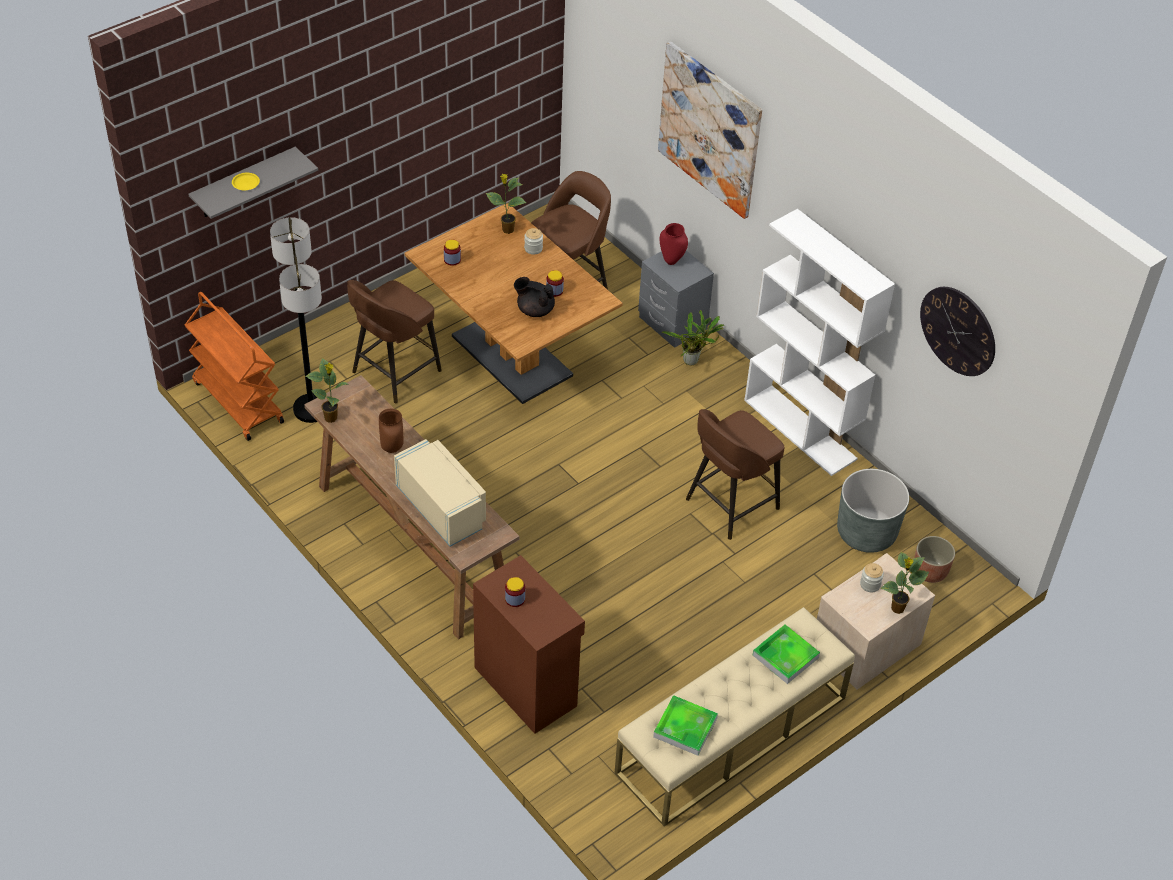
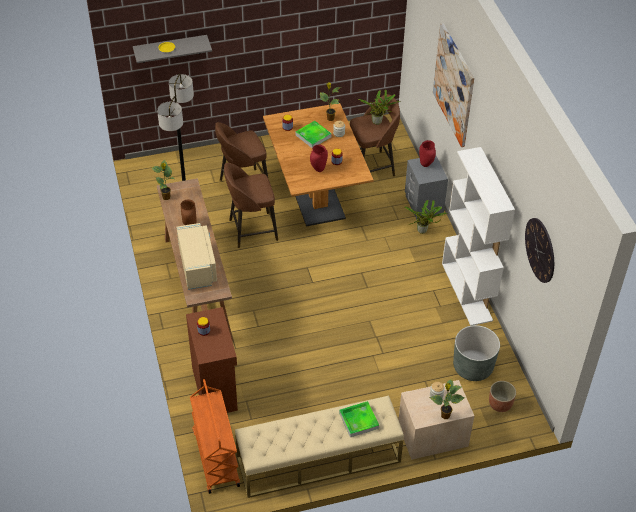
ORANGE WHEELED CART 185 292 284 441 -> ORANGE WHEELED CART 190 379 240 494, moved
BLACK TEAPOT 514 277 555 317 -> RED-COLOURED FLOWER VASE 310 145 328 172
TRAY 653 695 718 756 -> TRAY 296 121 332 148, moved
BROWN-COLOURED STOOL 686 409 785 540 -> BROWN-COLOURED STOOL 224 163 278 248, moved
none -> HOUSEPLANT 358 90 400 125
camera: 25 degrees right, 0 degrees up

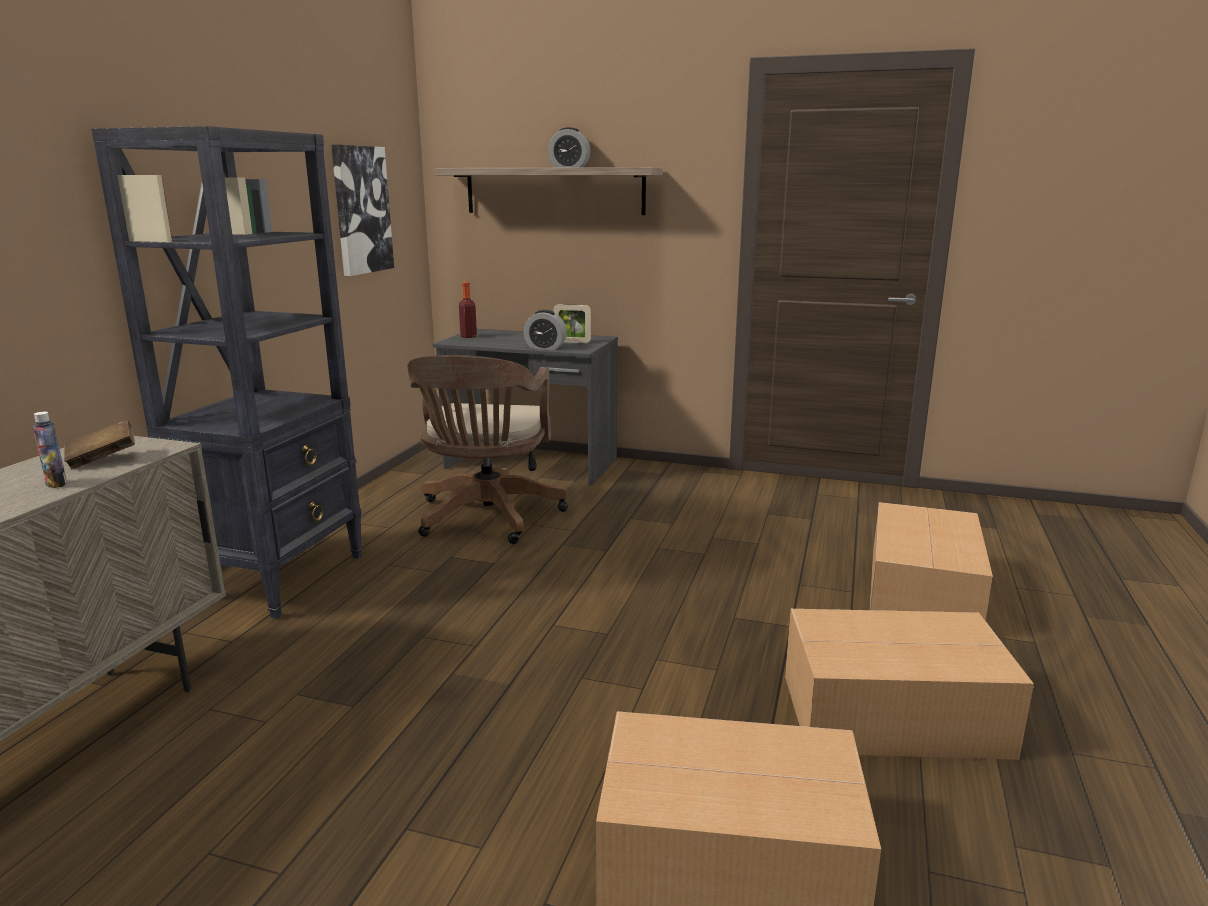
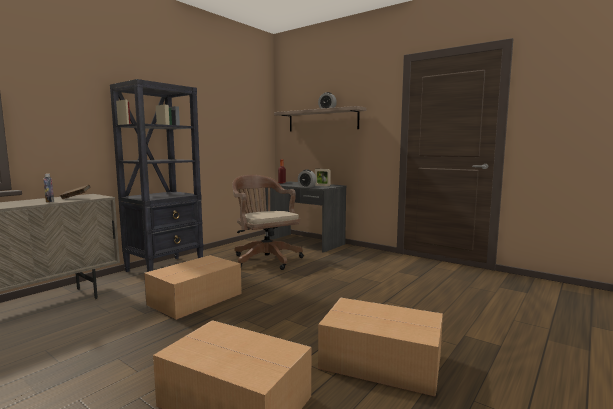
WALL ART 331 144 394 276 -> none
BROWN-COLOURED COMPUTER CHAIR 408 355 568 544 -> BROWN-COLOURED COMPUTER CHAIR 232 175 304 270, 120 degrees clockwise
PACKING BOX 870 502 993 621 -> PACKING BOX 144 255 242 320, moved
camera: 20 degrees right, 10 degrees down

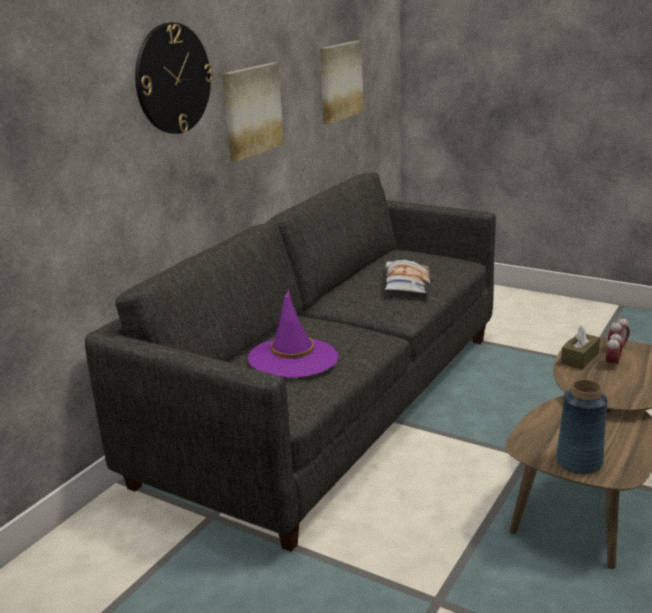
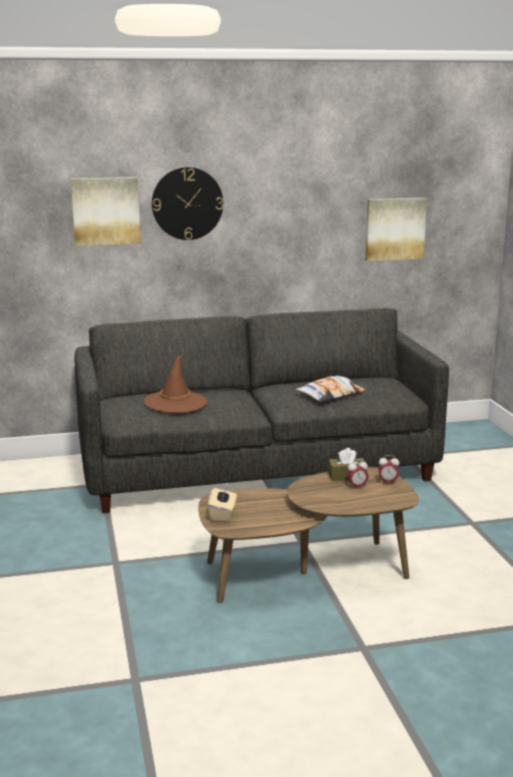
WALL ART 222 63 284 162 -> WALL ART 71 177 141 246, moved
PURPLE-COLOURED HAT 248 290 338 378 -> BROWN-COLOURED HAT 144 355 207 413
BLUE-COLOURED FLOWER VASE 556 380 608 474 -> BEIGE TISSUE BOX 208 485 237 522
camera: 45 degrees right, 5 degrees down

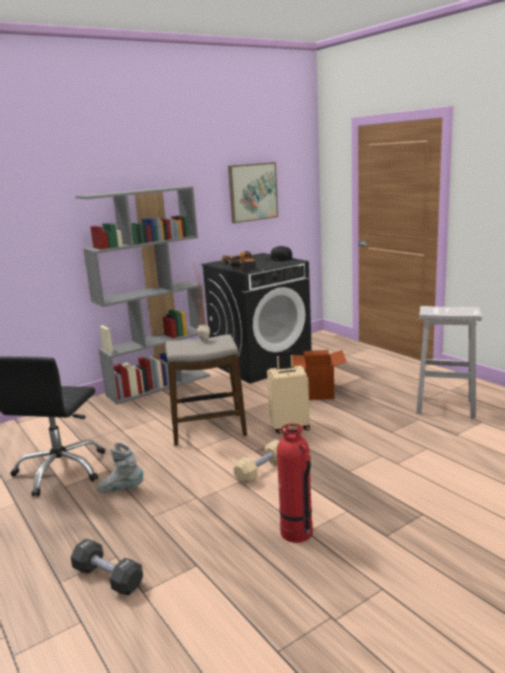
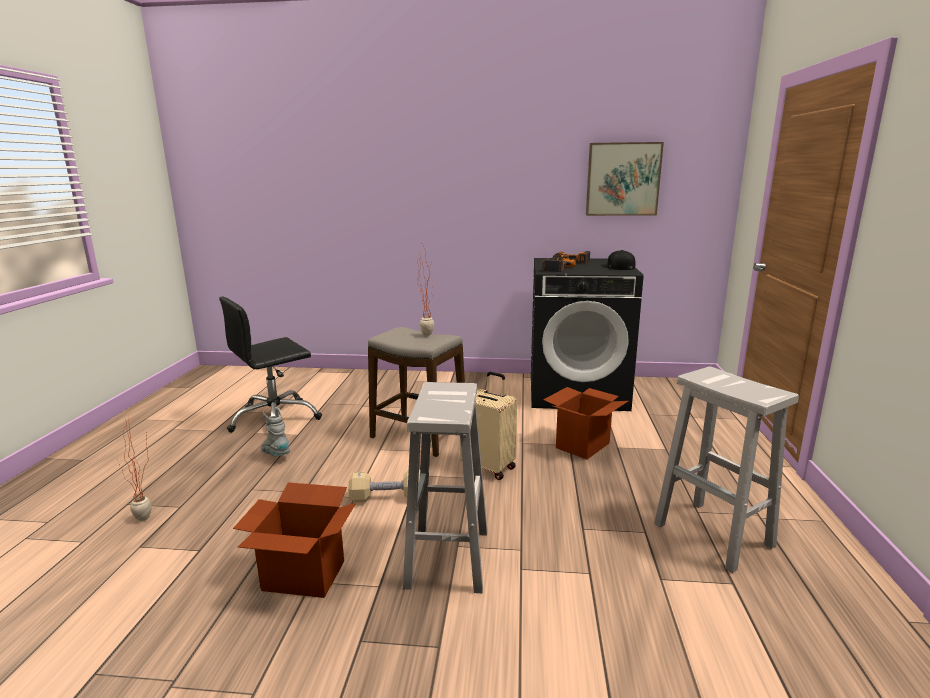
BLACK FREE WEIGHT 71 539 143 596 -> HOUSEPLANT 117 416 151 521
GRAY SHELVING UNIT 75 186 210 404 -> none
FIRE-FIGHTING CYLINDER 277 424 313 543 -> PACKING BOX 233 482 356 598
none -> WHITE STOOL 403 382 487 593
camera: 40 degrees right, 0 degrees up

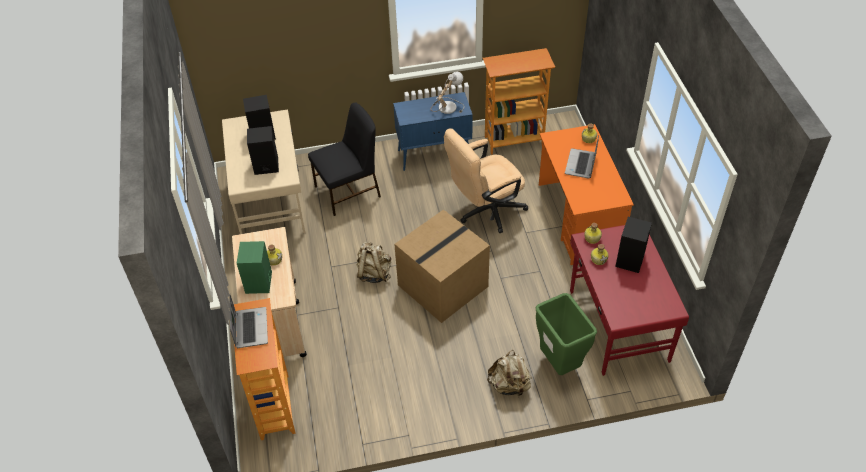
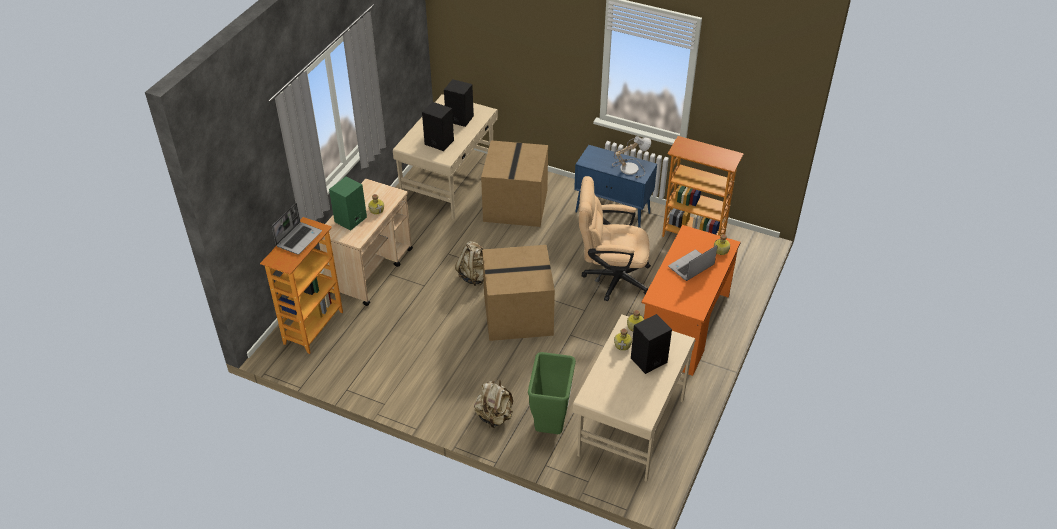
BLACK PLAIN CHAIR 308 102 381 216 -> PACKING BOX 481 140 548 227
RED-COLOURED DESK TABLE 570 225 689 376 -> BEIGE DESK TABLE 573 314 695 482
camera: 35 degrees right, 5 degrees down

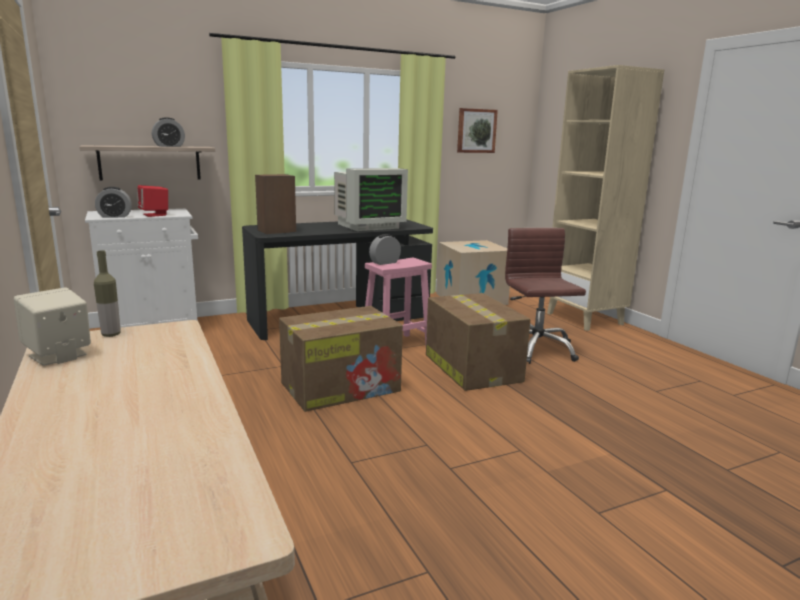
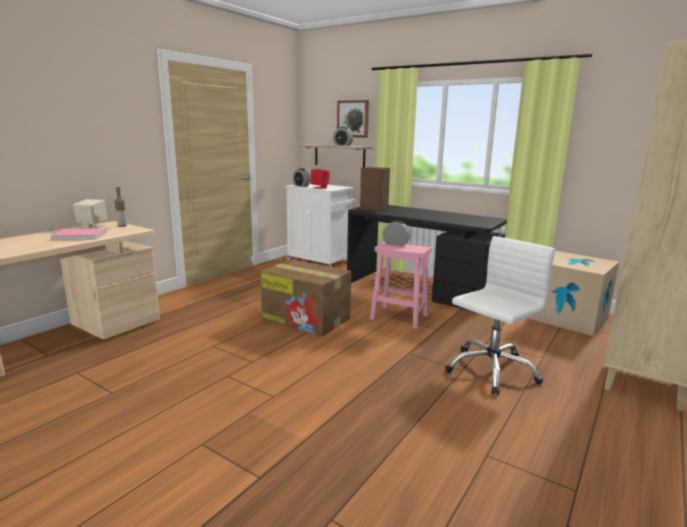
MONITOR 334 168 408 231 -> none
PACKING BOX 426 293 530 391 -> none
WALL ART 457 108 498 153 -> WALL ART 337 100 369 138, moved
BROWN-COLOURED COMPUTER CHAIR 505 228 586 364 -> WHITE COMPUTER CHAIR 445 236 555 395
none -> PINK-COLOURED BOUND BOOK 51 228 107 240
camera: 60 degrees right, 0 degrees up

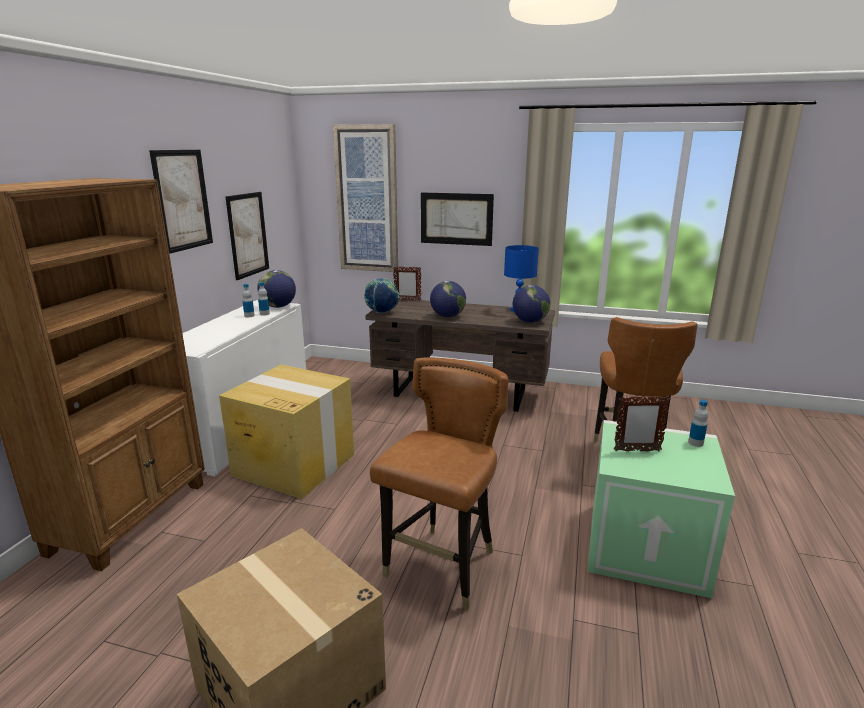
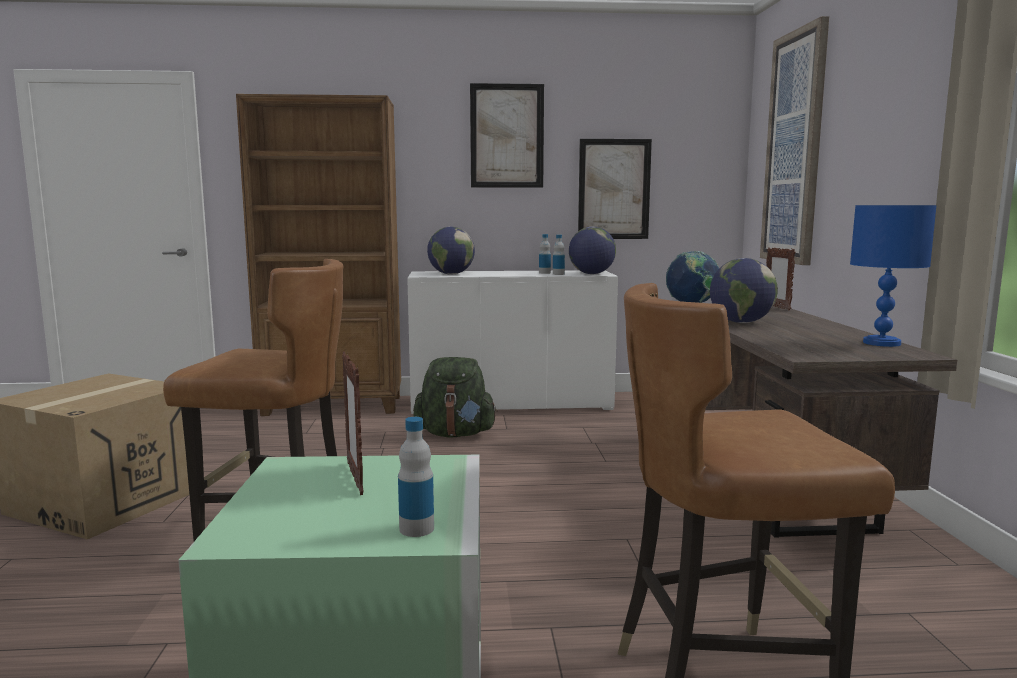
PACKING BOX 219 365 354 499 -> GREEN KNAPSACK 413 357 497 437
WALL ART 421 192 494 246 -> none
WORLD GLOBE 513 285 550 323 -> WORLD GLOBE 427 227 475 274, moved
camera: 70 degrees right, 10 degrees down

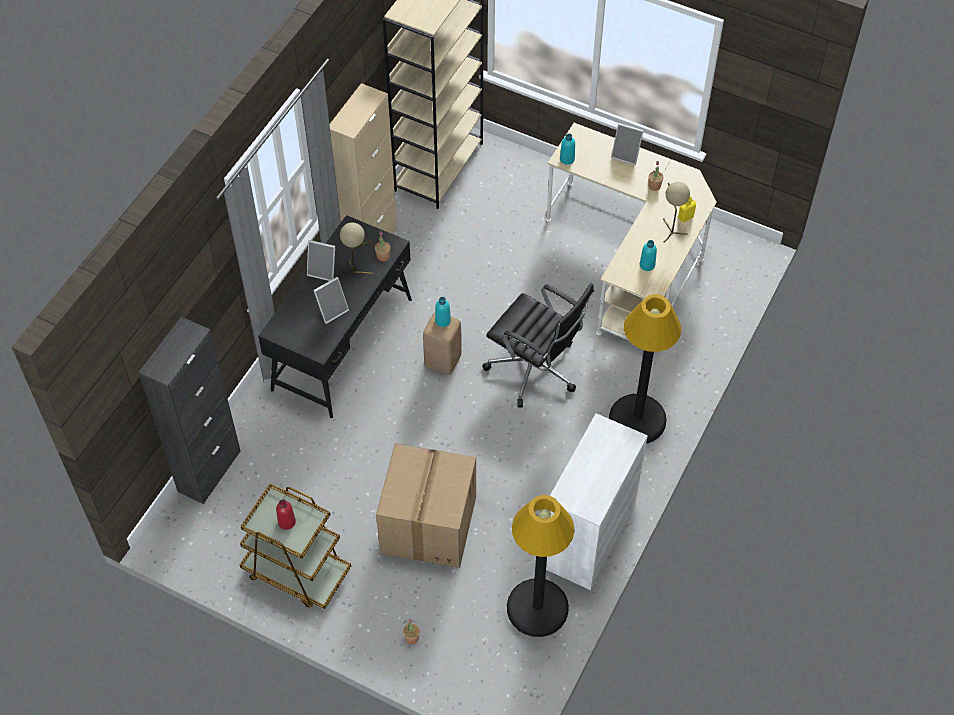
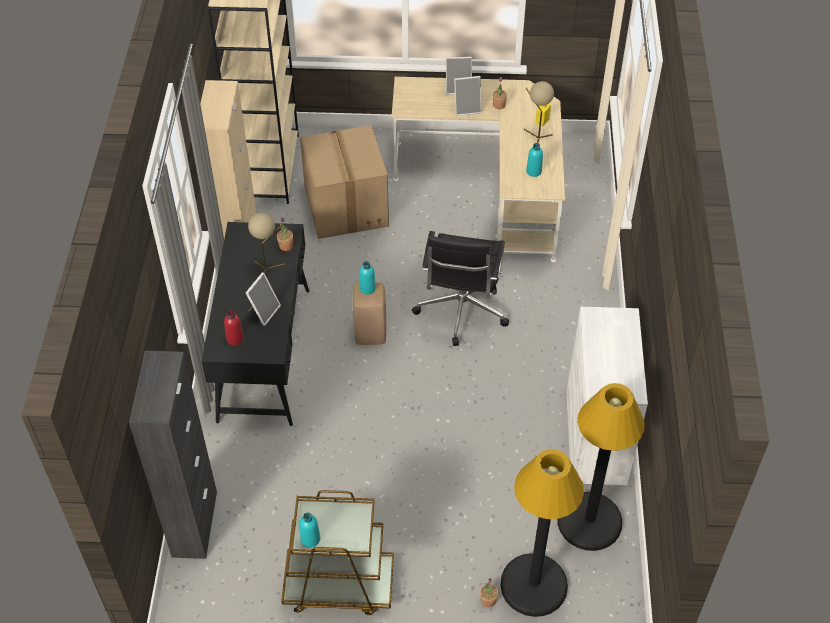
RED-COLOURED BOTTLE 276 499 296 530 -> RED-COLOURED BOTTLE 224 310 244 345, moved
PHOTO FRAME 307 240 335 281 -> PHOTO FRAME 454 76 482 116, moved
PACKING BOX 376 443 476 568 -> PACKING BOX 300 125 389 239, moved
BLACK COMPUTER CHAIR 482 283 594 407 -> BLACK COMPUTER CHAIR 412 231 509 346, 90 degrees clockwise
BLUE-GREEN BOTTLE 560 133 575 165 -> BLUE-GREEN BOTTLE 299 512 320 548, moved
BLACK FLOOR LAMP 609 294 681 444 -> BLACK FLOOR LAMP 501 449 584 617, moved
camera: 25 degrees left, 5 degrees down

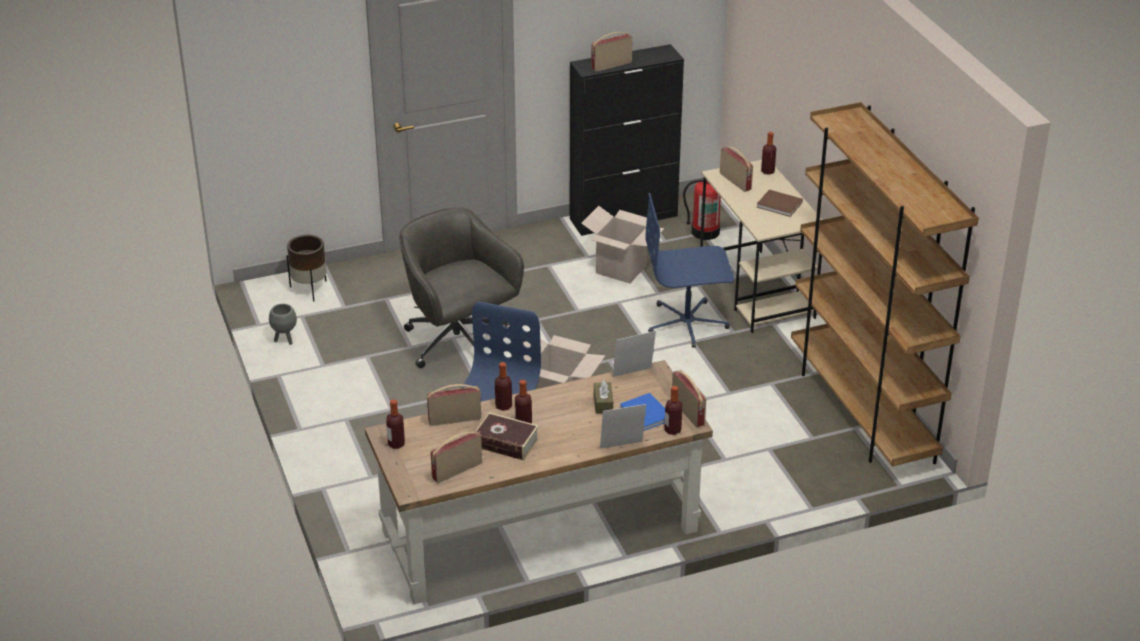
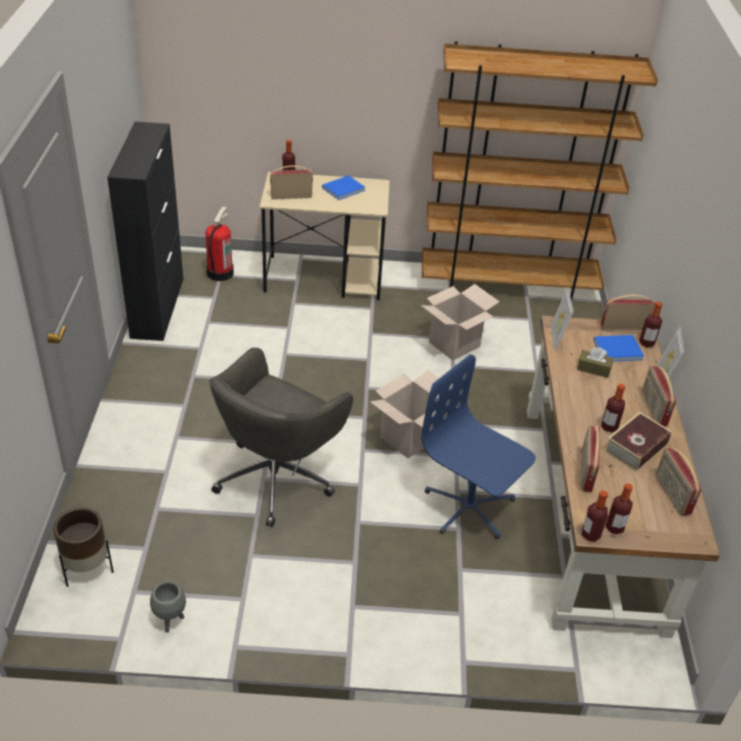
GRAY COMPUTER CHAIR 399 207 524 368 -> GRAY COMPUTER CHAIR 209 348 353 527, 45 degrees counterclockwise
BOTTLE 495 362 512 411 -> BOTTLE 582 490 608 542, moved
PACKING BOX 581 206 664 284 -> PACKING BOX 421 284 500 361, moved
RADIO 591 32 633 72 -> RADIO 642 365 676 426, moved
BLUE-COLOURED COMPUTER CHAIR 645 193 734 348 -> none
BROWN-COLOURED BOUND BOOK 757 190 803 217 -> BLUE-COLOURED BOUND BOOK 322 175 365 200
camera: 70 degrees left, 5 degrees up

